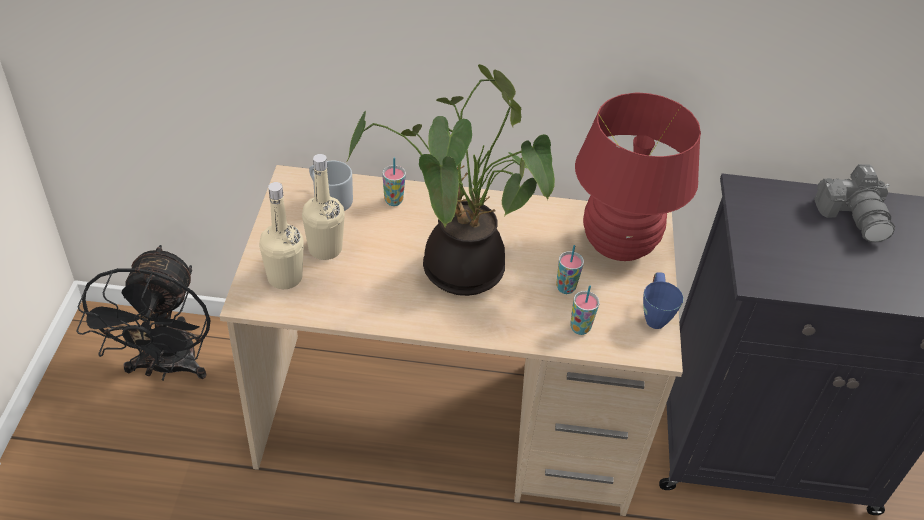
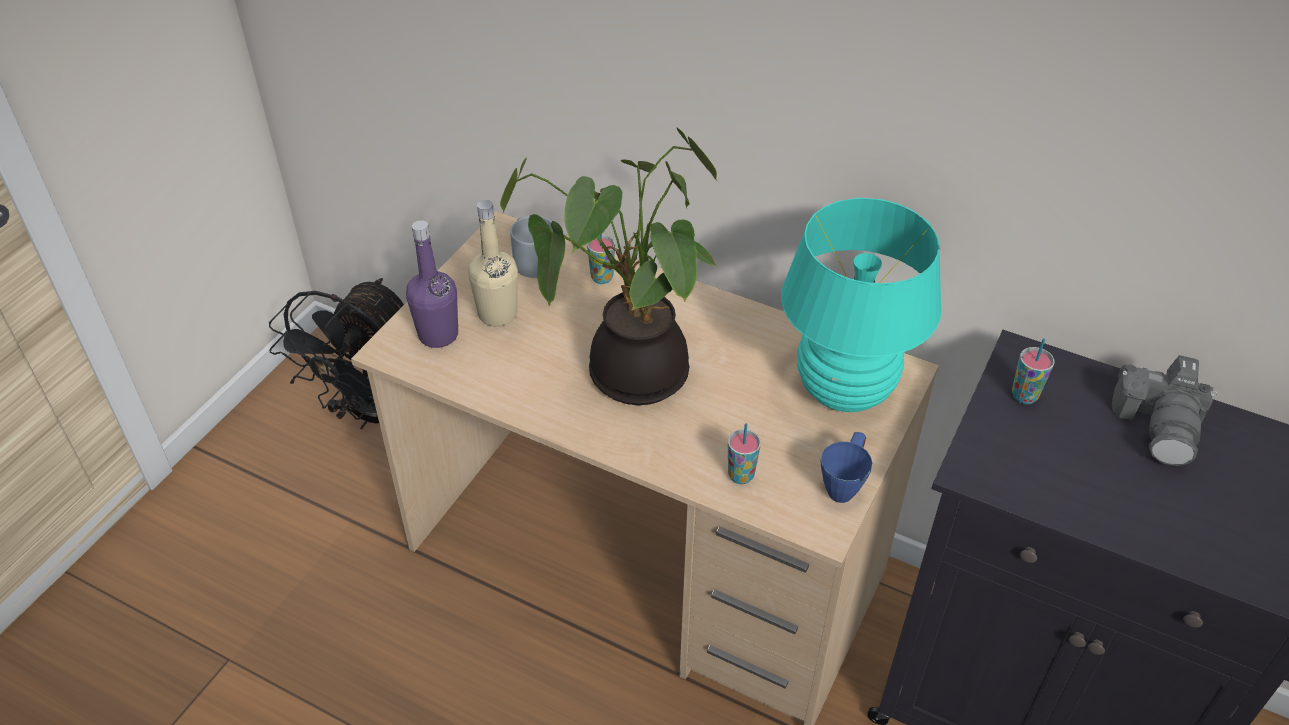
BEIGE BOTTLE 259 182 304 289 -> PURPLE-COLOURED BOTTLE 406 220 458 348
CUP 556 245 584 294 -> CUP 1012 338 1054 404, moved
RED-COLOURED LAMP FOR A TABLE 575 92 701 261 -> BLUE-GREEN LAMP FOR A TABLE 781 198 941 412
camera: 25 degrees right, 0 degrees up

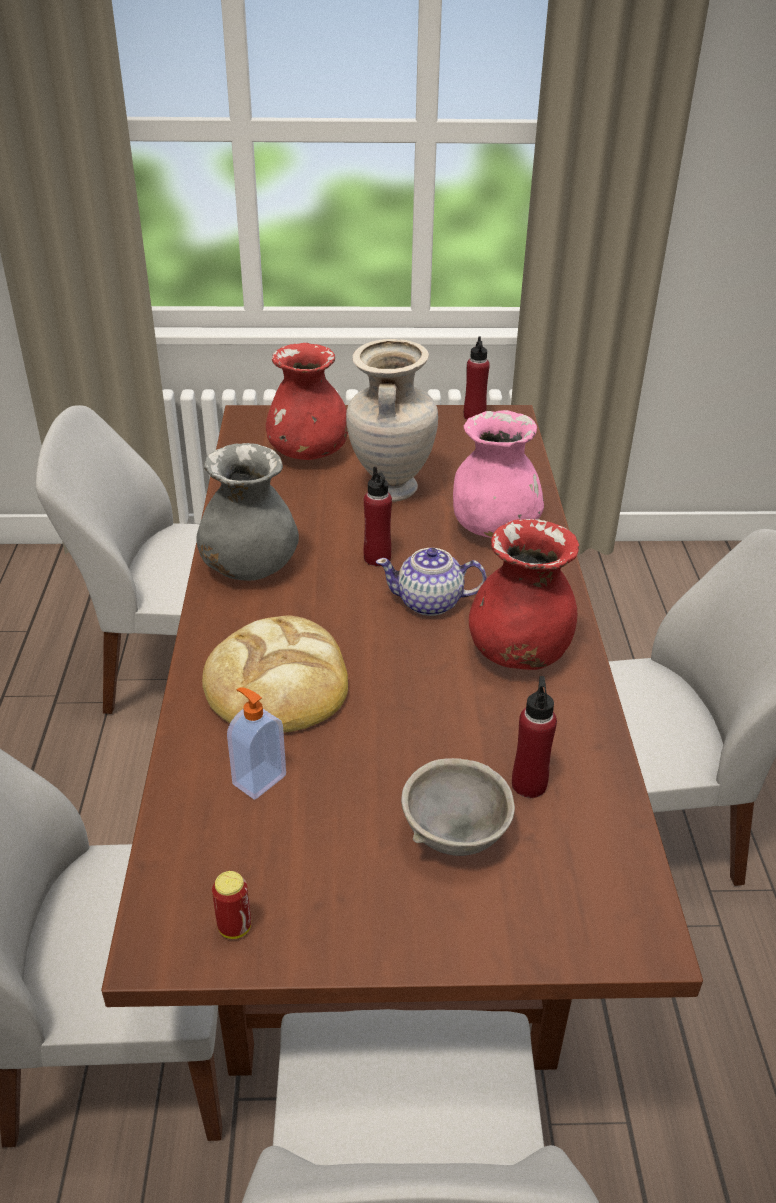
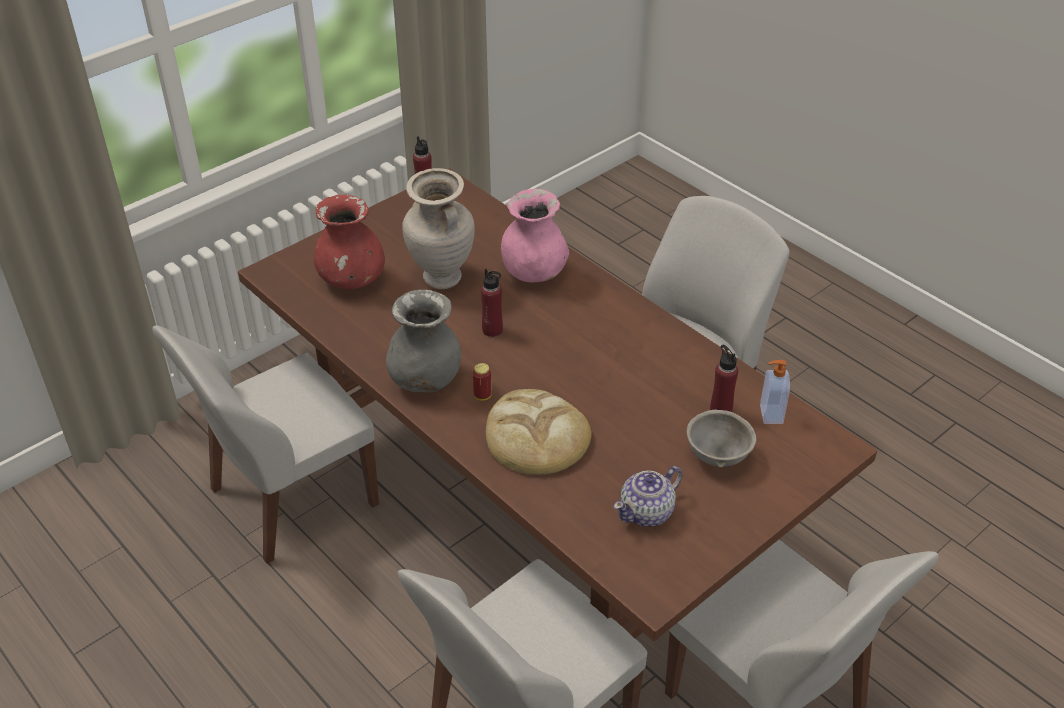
CAN 212 871 251 939 -> CAN 473 363 492 401, moved
SOAP BOTTLE 227 687 286 800 -> SOAP BOTTLE 760 360 790 424, moved
TEAPOT 376 548 487 616 -> TEAPOT 614 466 682 527, moved
RED-COLOURED FLOWER VASE 469 519 579 670 -> none
camera: 40 degrees left, 5 degrees up

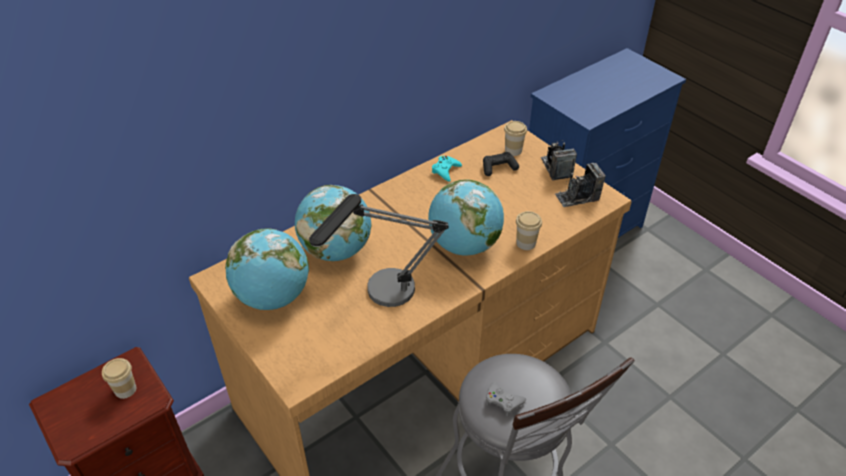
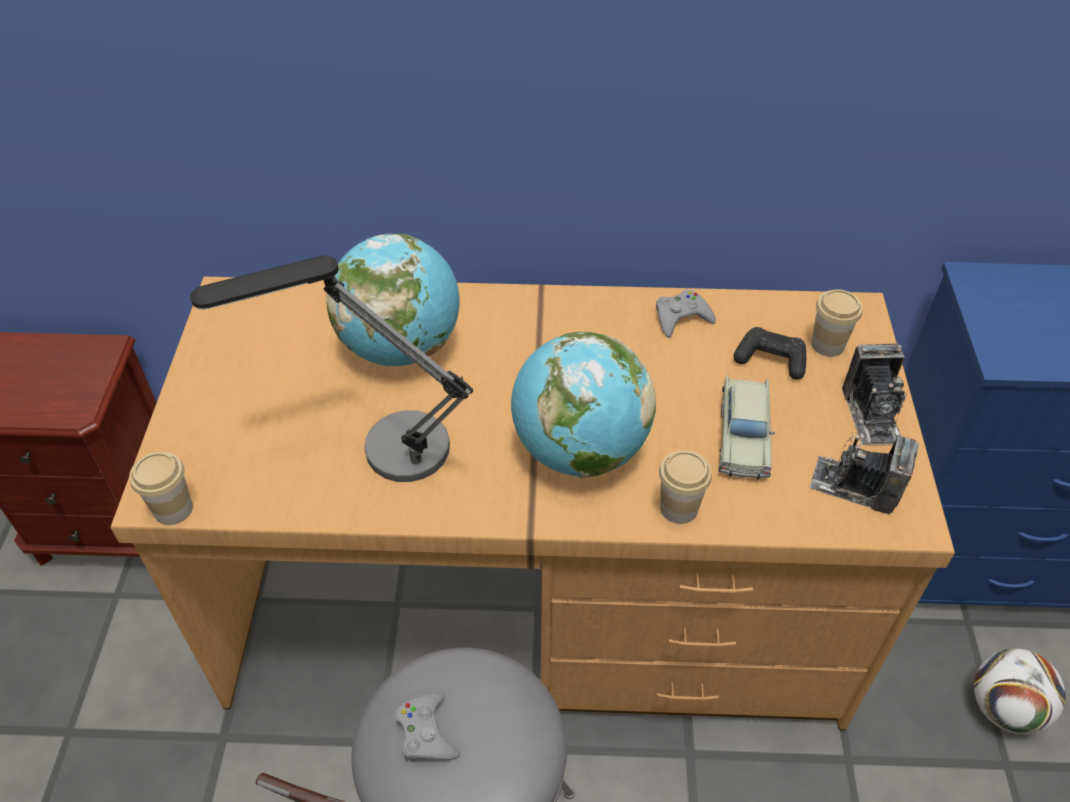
CUP 102 358 136 399 -> CUP 129 451 193 525, moved
WORLD GLOBE 225 228 309 310 -> none
BLUE-GREEN GAME CONTROLLER 432 156 462 182 -> GRAY GAME CONTROLLER 656 290 716 338
PHOTO CAMERA 541 140 577 180 -> PHOTO CAMERA 842 344 908 445, 150 degrees clockwise
none -> BEIGE MODEL CAR 718 375 775 480
none -> BALL FOR FOOTBALL 974 648 1066 734
camera: 40 degrees right, 5 degrees up

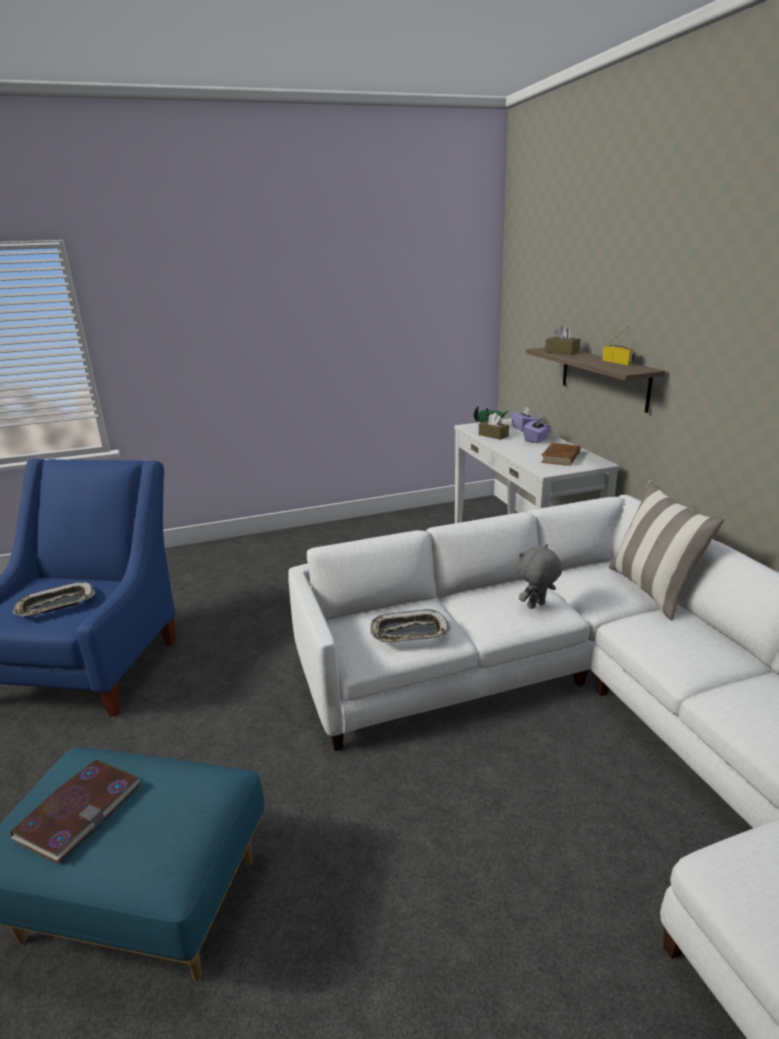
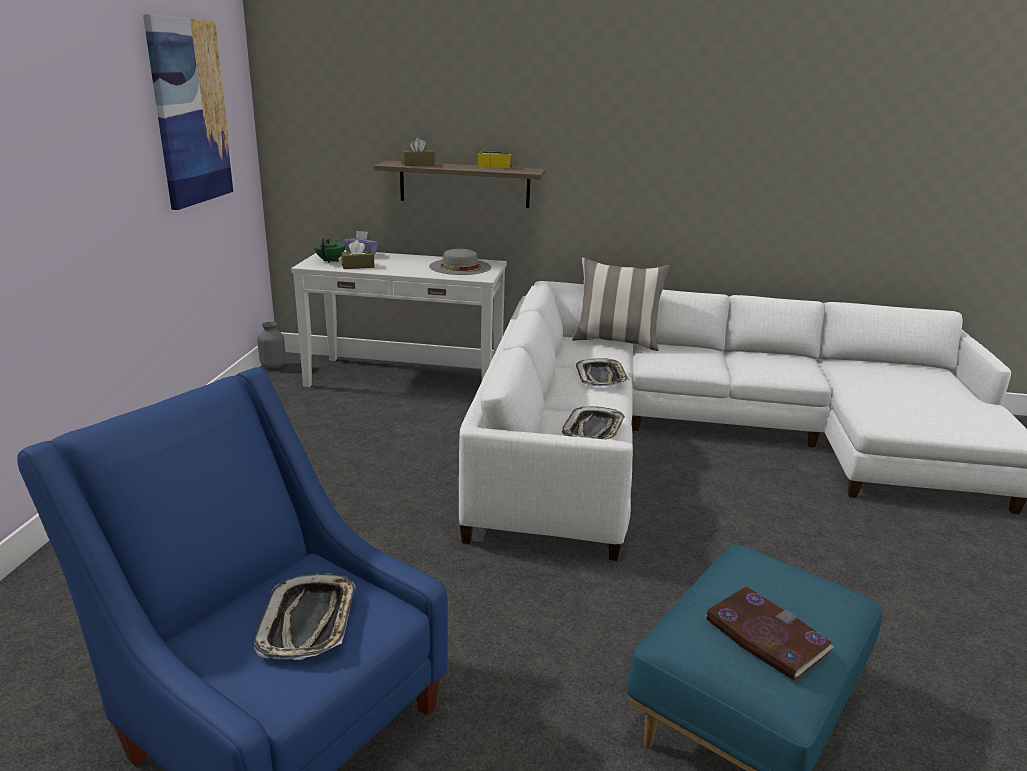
GRAY SOFT TOY 517 544 563 609 -> TRAY 576 358 629 386
PURPLE-COLOURED TISSUE BOX 523 417 551 443 -> none
BROWN-COLOURED BOUND BOOK 541 443 580 466 -> GRAY HAT 429 249 491 275
none -> WALL ART 143 14 235 210
none -> GRAY FLOWER VASE 257 322 286 369
camera: 65 degrees left, 0 degrees up

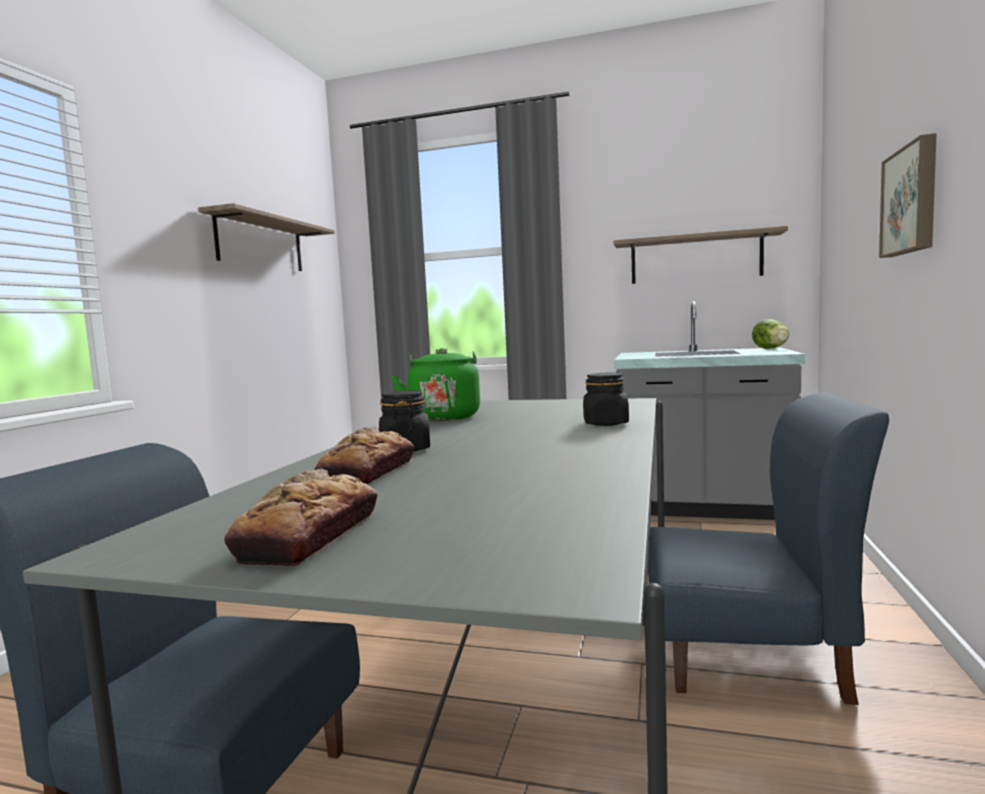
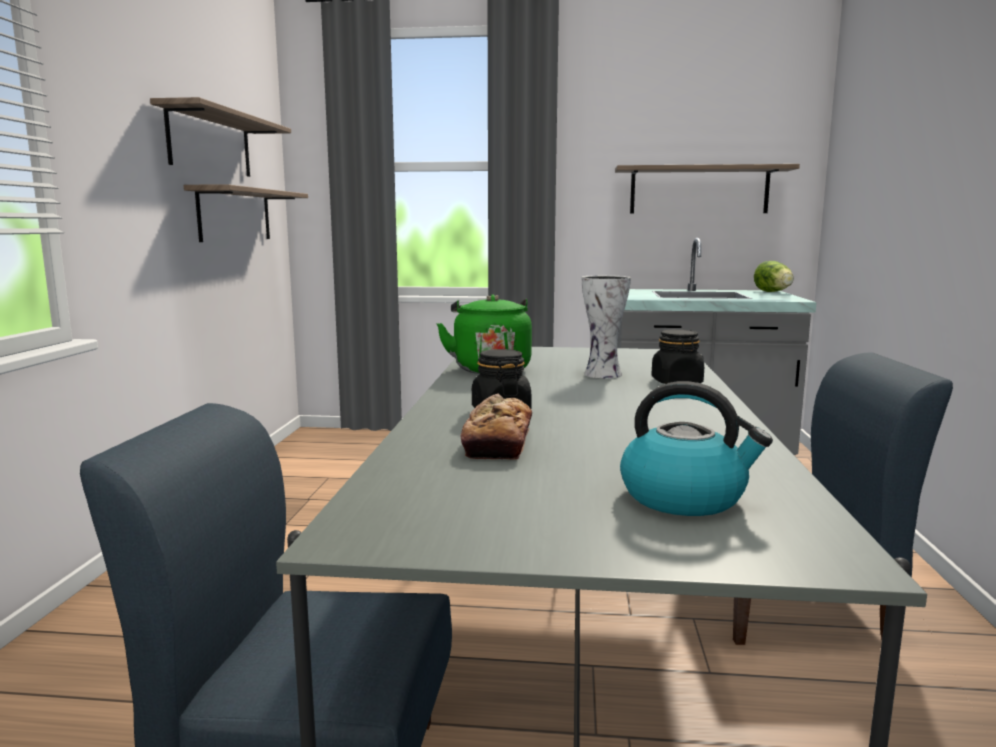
BAKED BREAD 224 468 378 566 -> none
WALL ART 879 133 937 258 -> none
none -> SHELF 184 184 308 242
none -> FLOWER VASE 582 275 631 379
none -> WATER KETTLE 620 381 773 516
camera: 10 degrees left, 5 degrees up

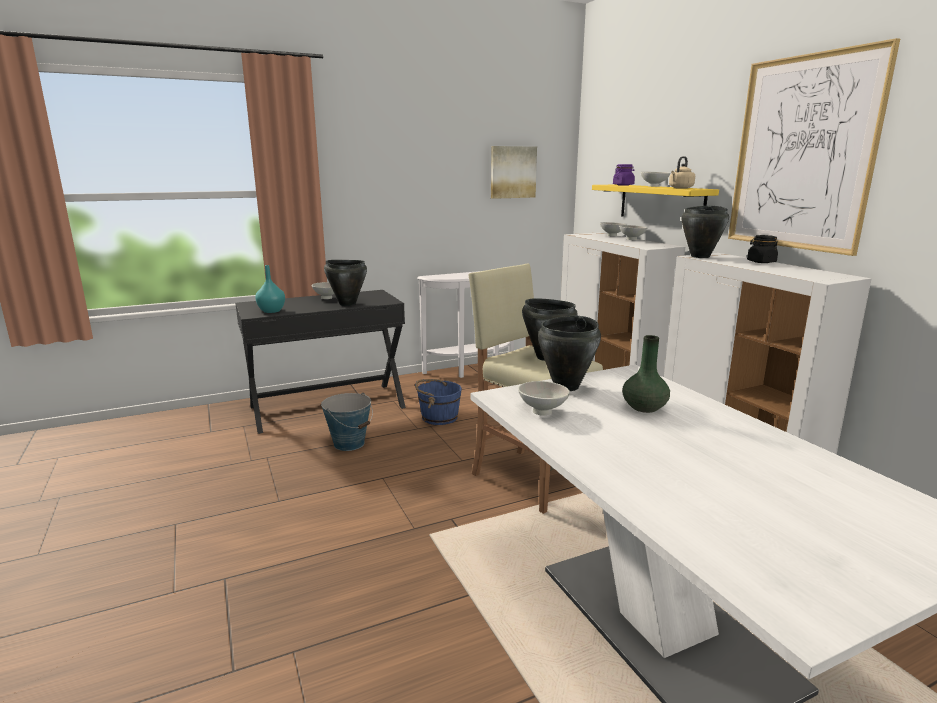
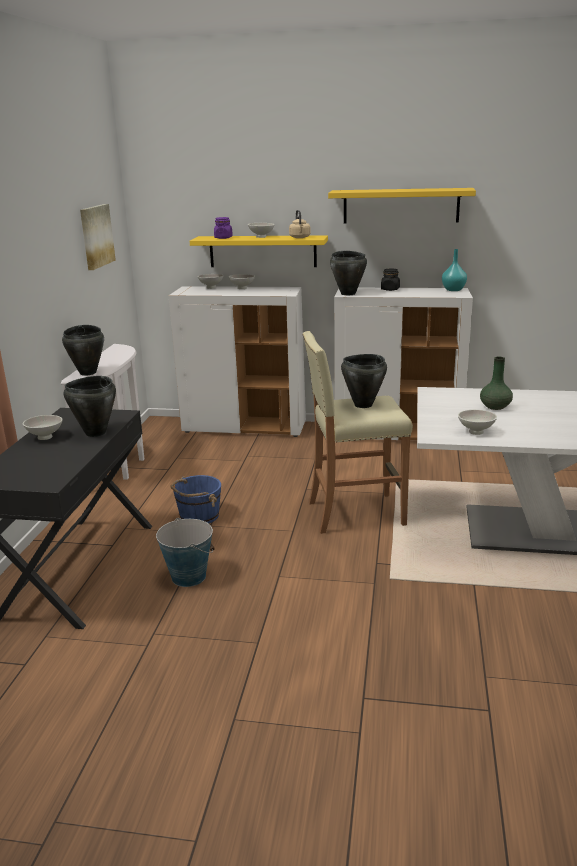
BLUE-GREEN FLOWER VASE 255 265 285 313 -> BLUE-GREEN FLOWER VASE 442 249 467 291, moved
BLACK COOKING POT 538 316 601 391 -> BLACK COOKING POT 62 325 104 376, moved
WALL ART 728 38 900 256 -> YELLOW-COLOURED SHELF 328 188 476 224
camera: 55 degrees left, 5 degrees up

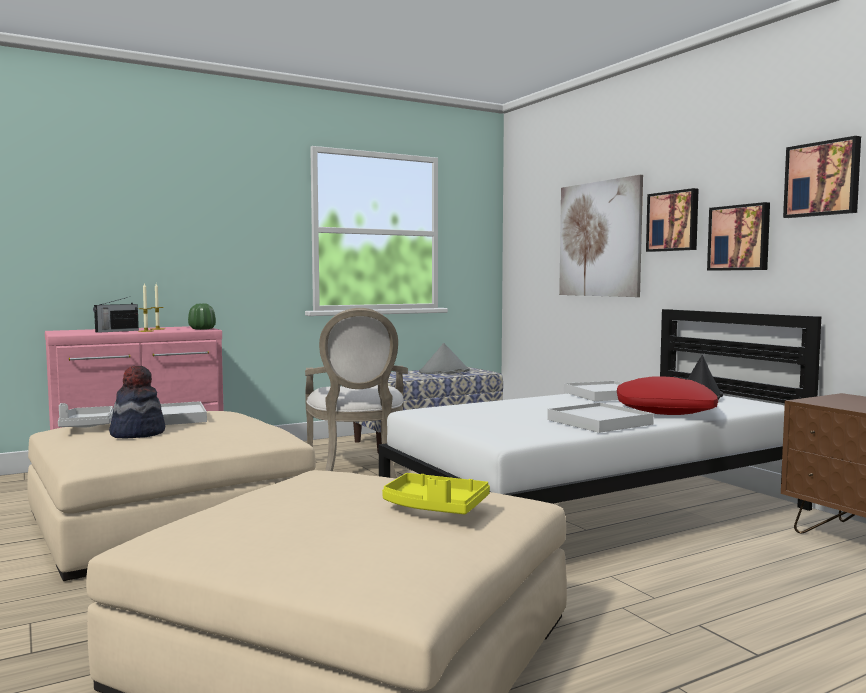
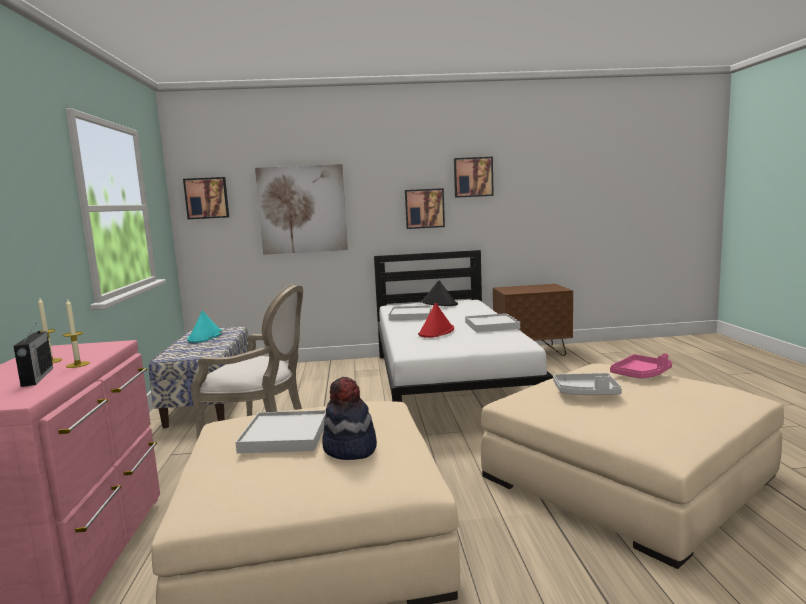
GRAY TRAY 58 403 113 428 -> GRAY TRAY 553 373 622 395, moved
GREEN FLOWER VASE 188 304 216 330 -> none
YELLOW-COLOURED TRAY 382 473 490 514 -> PINK-COLOURED TRAY 610 353 672 379
GRAY HAT 419 343 470 374 -> BLUE-GREEN HAT 187 310 223 343
RED-COLOURED CUSHION 617 376 718 415 -> none
WALL ART 646 188 699 252 -> WALL ART 183 177 229 219, moved
none -> RED-COLOURED HAT 418 302 454 338
camera: 65 degrees left, 5 degrees up

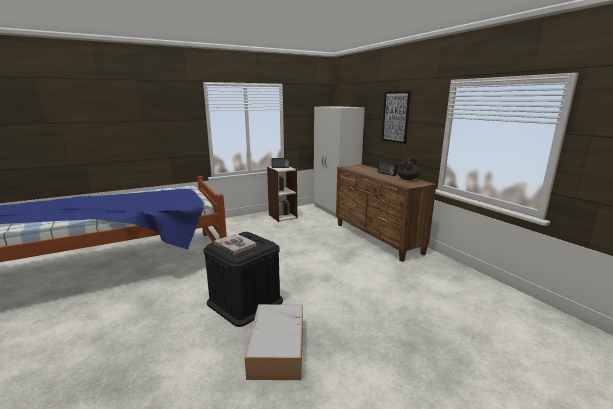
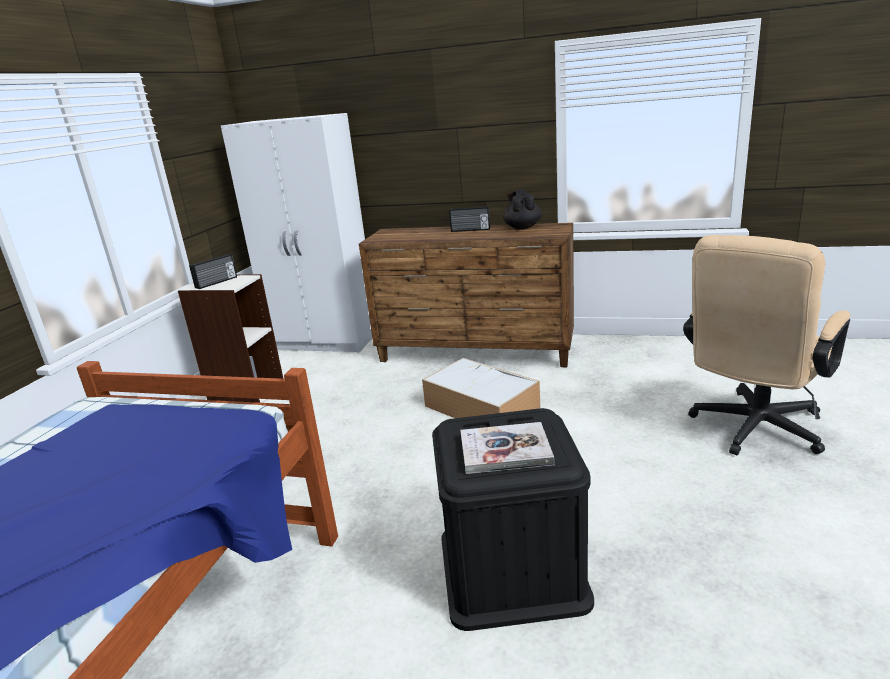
STORAGE BIN 245 304 303 380 -> STORAGE BIN 422 358 540 418, moved
WALL ART 382 91 411 144 -> none
none -> BEIGE COMPUTER CHAIR 683 235 850 455
camera: 45 degrees left, 5 degrees up

